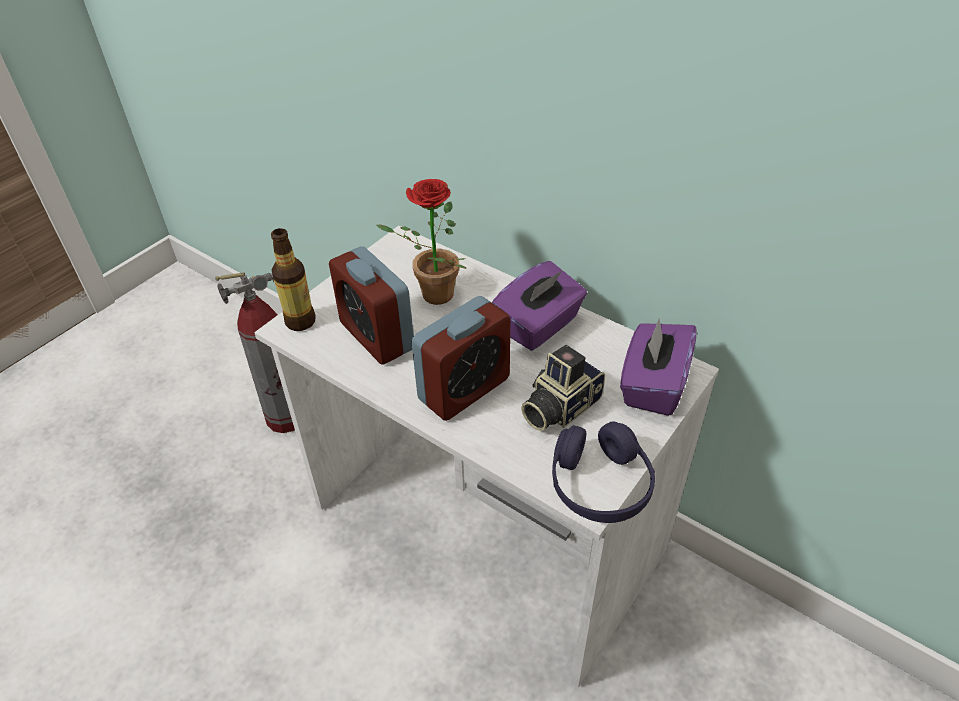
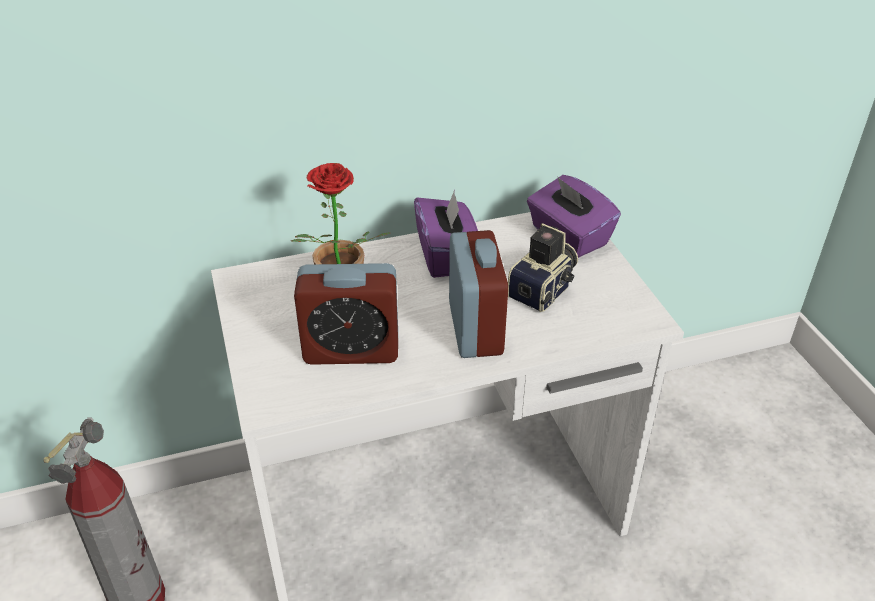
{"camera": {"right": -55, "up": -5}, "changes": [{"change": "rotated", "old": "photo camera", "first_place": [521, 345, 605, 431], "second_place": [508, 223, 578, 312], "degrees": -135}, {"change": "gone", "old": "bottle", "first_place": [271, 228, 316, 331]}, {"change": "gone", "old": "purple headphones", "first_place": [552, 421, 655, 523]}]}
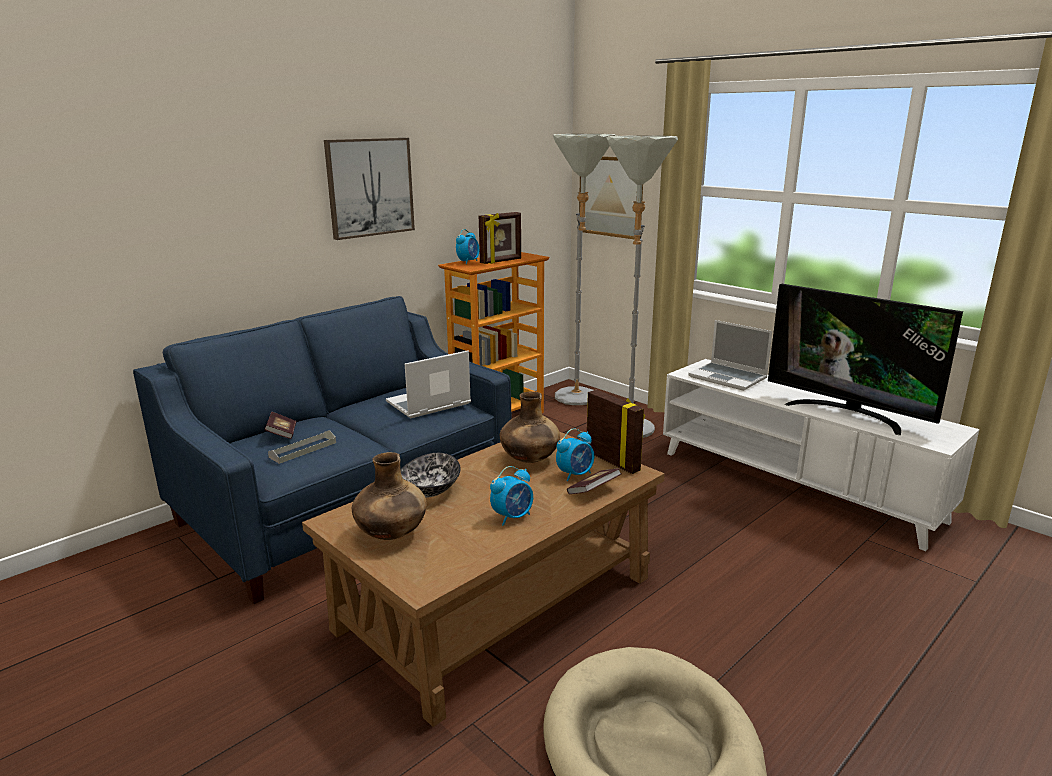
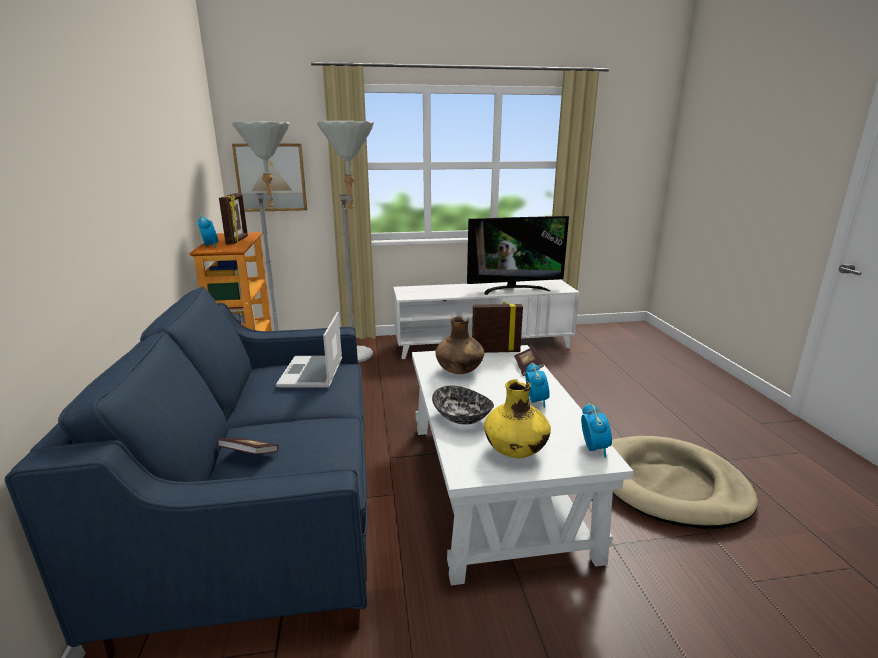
{"camera": {"right": -55, "up": 0}, "changes": [{"change": "repainted", "old": "brown coffee table", "new": "white coffee table", "first_place": [302, 431, 665, 727], "second_place": [412, 345, 633, 586]}, {"change": "repainted", "old": "brown vase", "new": "yellow vase", "first_place": [352, 452, 427, 540], "second_place": [484, 379, 551, 458]}, {"change": "shifted", "old": "alarm clock", "first_place": [556, 428, 594, 481], "second_place": [581, 403, 612, 458]}, {"change": "gone", "old": "grey tray", "first_place": [268, 430, 336, 464]}, {"change": "gone", "old": "picture", "first_place": [324, 138, 415, 240]}, {"change": "gone", "old": "laptop", "first_place": [688, 320, 772, 391]}]}
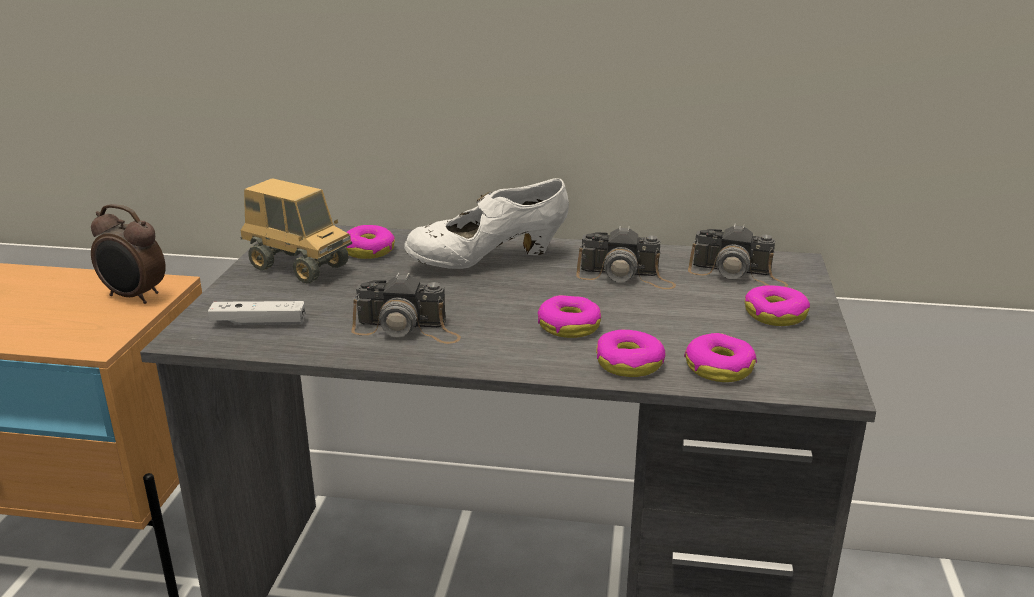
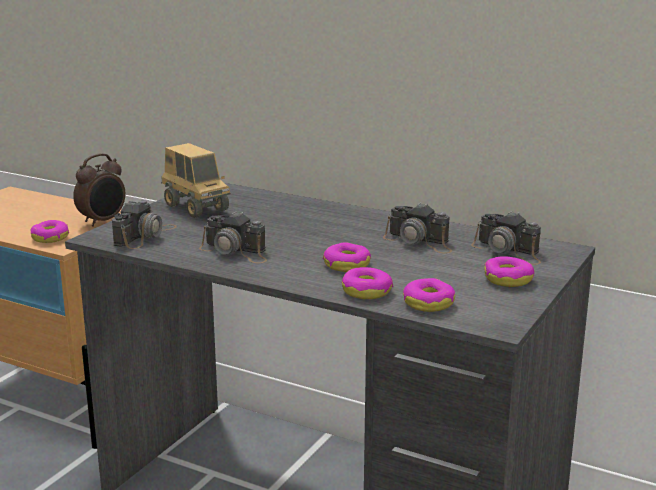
{"camera": {"right": 20, "up": -5}, "changes": [{"change": "shifted", "old": "donut", "first_place": [346, 225, 395, 259], "second_place": [31, 220, 69, 243]}, {"change": "rotated", "old": "alarm clock", "first_place": [91, 204, 166, 304], "second_place": [73, 153, 125, 227], "degrees": -90}, {"change": "swapped", "old": "white game controller", "new": "photo camera", "first_place": [208, 301, 305, 325], "second_place": [112, 200, 177, 249]}, {"change": "gone", "old": "white shoe", "first_place": [404, 178, 569, 269]}]}
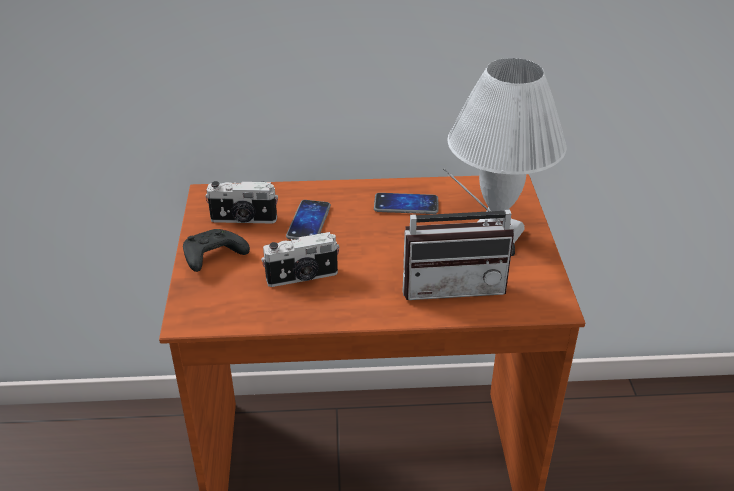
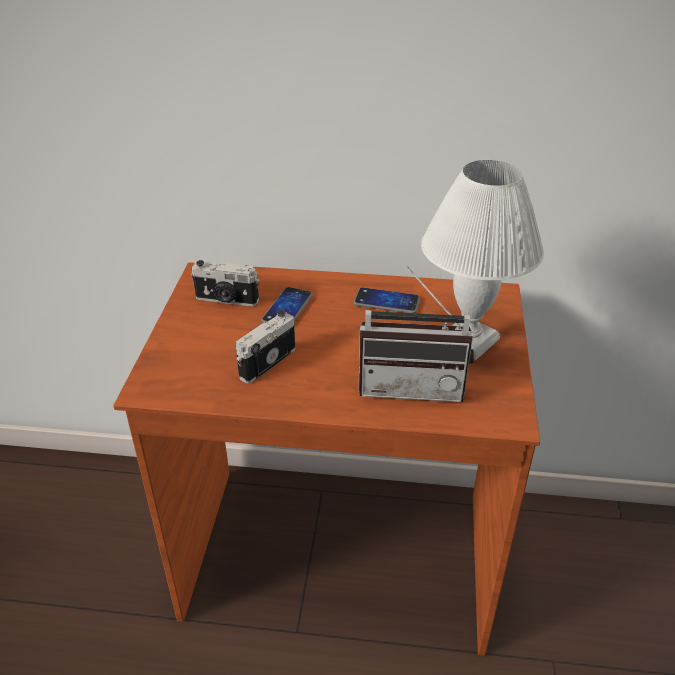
{"camera": {"right": 10, "up": 0}, "changes": [{"change": "rotated", "old": "photo camera", "first_place": [261, 232, 340, 287], "second_place": [236, 310, 295, 384], "degrees": 135}, {"change": "gone", "old": "black game controller", "first_place": [183, 229, 250, 272]}]}
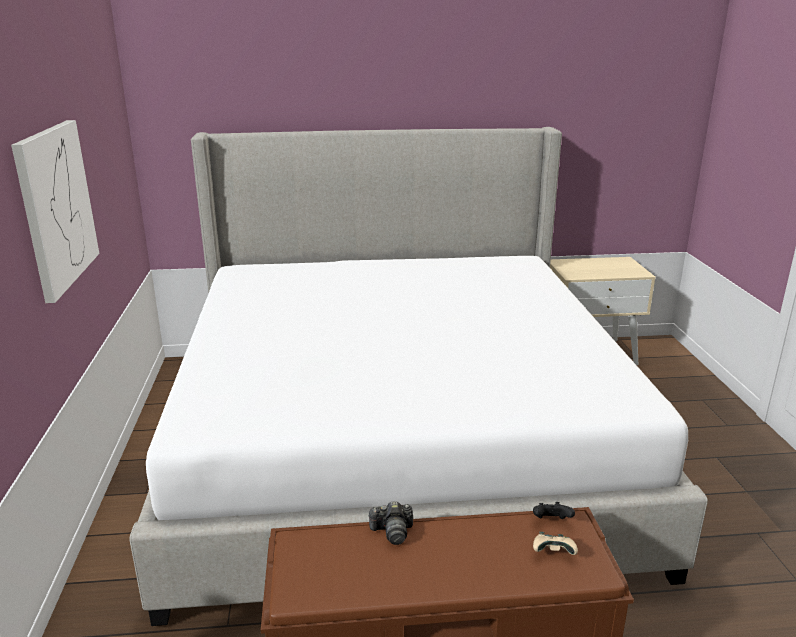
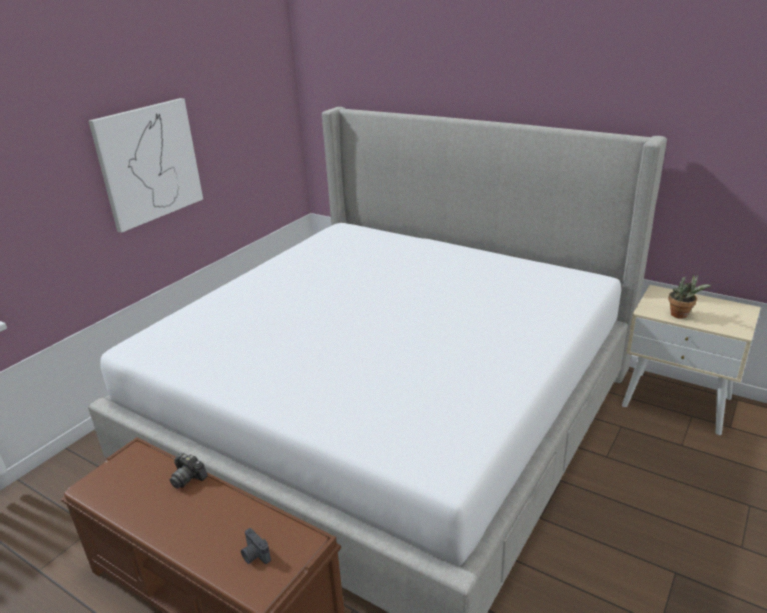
{"camera": {"right": 40, "up": 5}, "changes": [{"change": "swapped", "old": "beige game controller", "new": "photo camera", "first_place": [533, 532, 578, 555], "second_place": [241, 528, 271, 564]}, {"change": "new", "new": "potted plant", "second_place": [668, 274, 711, 319]}, {"change": "gone", "old": "black game controller", "first_place": [533, 502, 575, 519]}]}
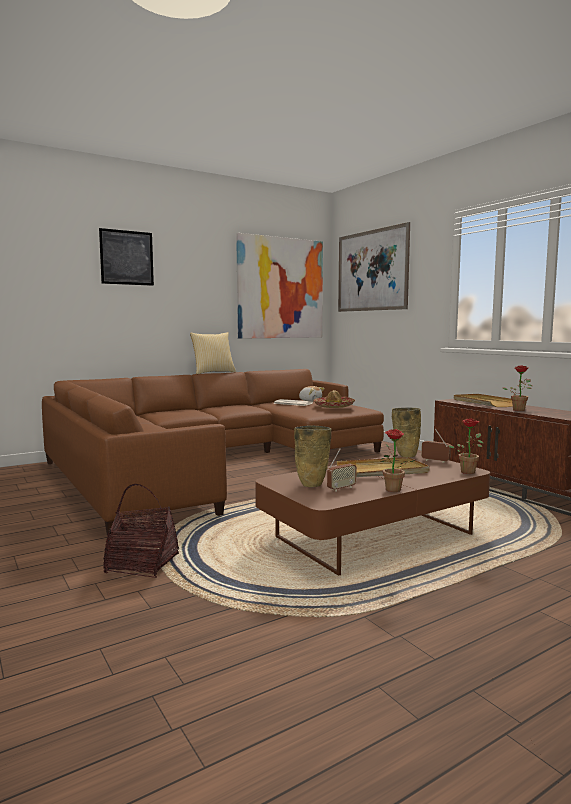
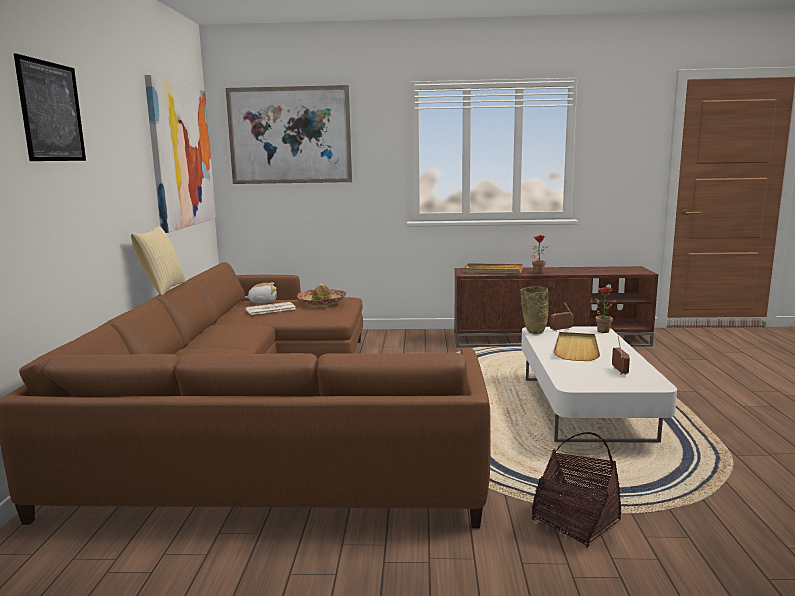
{"camera": {"right": -55, "up": 5}, "changes": [{"change": "repainted", "old": "brown coffee table", "new": "white coffee table", "first_place": [255, 453, 490, 576], "second_place": [521, 326, 677, 442]}, {"change": "gone", "old": "beige vase", "first_place": [294, 425, 332, 487]}, {"change": "gone", "old": "potted plant", "first_place": [380, 429, 415, 492]}]}
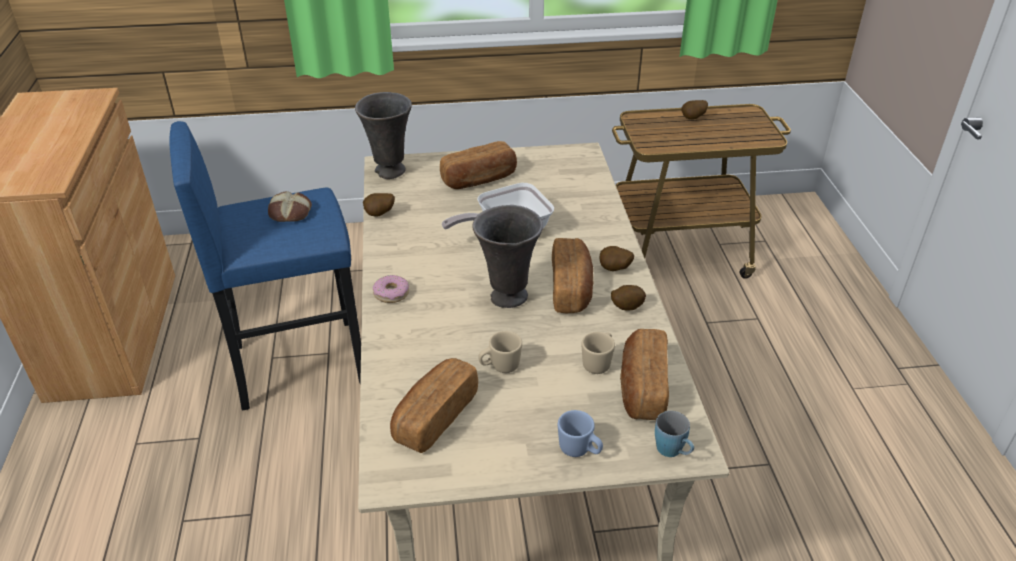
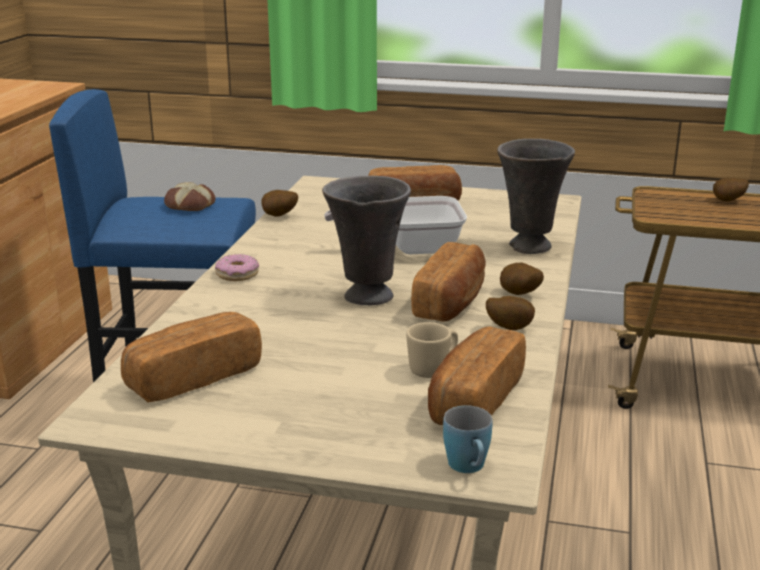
{"camera": {"right": 20, "up": -15}, "changes": [{"change": "shifted", "old": "grey vase", "first_place": [355, 92, 412, 179], "second_place": [497, 139, 575, 254]}, {"change": "gone", "old": "beige mug", "first_place": [478, 331, 522, 373]}, {"change": "gone", "old": "blue mug", "first_place": [558, 410, 603, 457]}]}
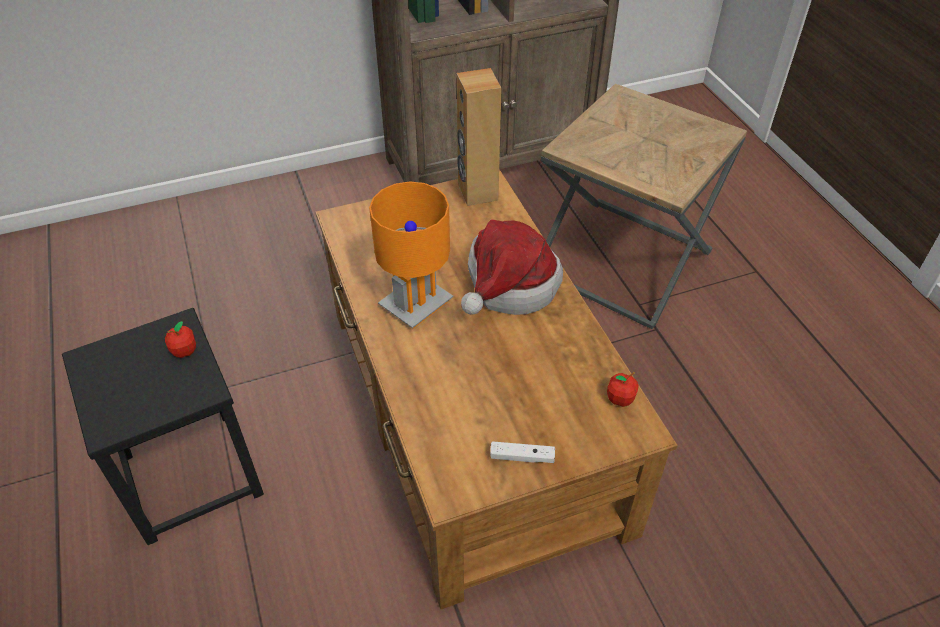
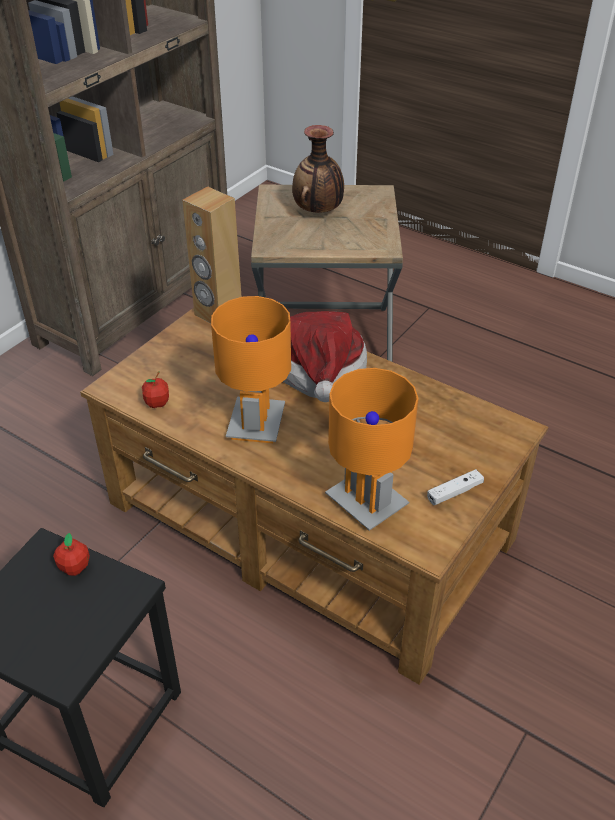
{"camera": {"right": -35, "up": -5}, "changes": [{"change": "shifted", "old": "apple", "first_place": [607, 372, 639, 407], "second_place": [142, 372, 169, 408]}, {"change": "new", "new": "vase", "second_place": [292, 125, 344, 213]}, {"change": "new", "new": "orange table lamp", "second_place": [325, 368, 419, 531]}]}
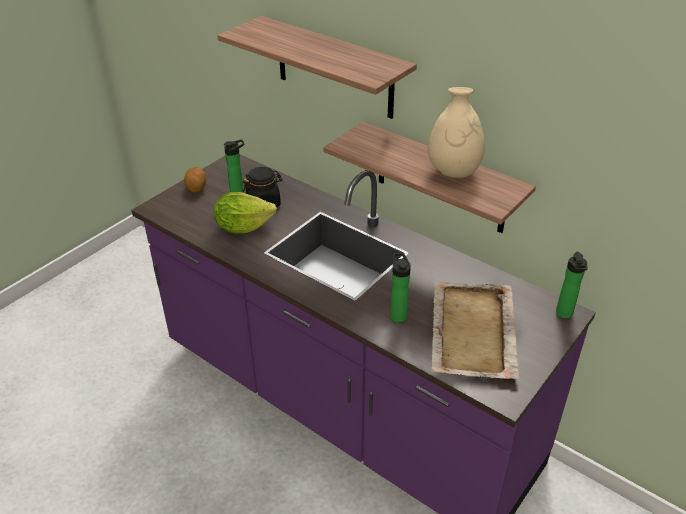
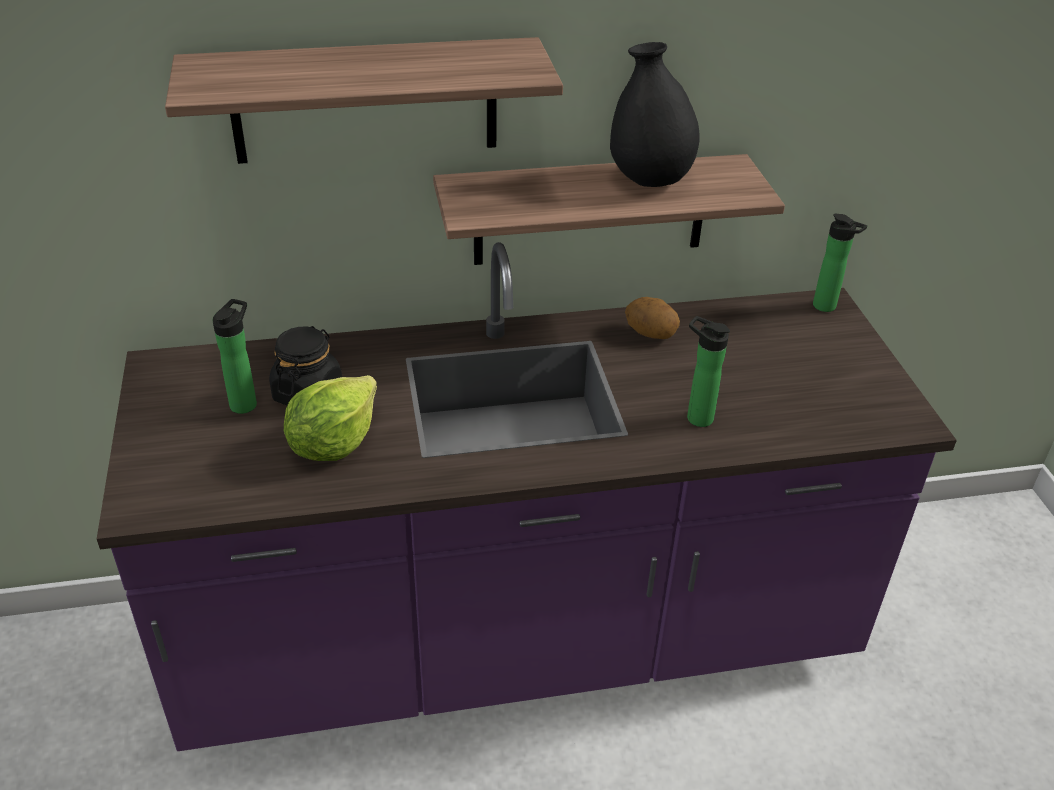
{"camera": {"right": -50, "up": 0}, "changes": [{"change": "repainted", "old": "beige vase", "new": "black vase", "first_place": [427, 87, 485, 178], "second_place": [610, 42, 700, 187]}, {"change": "shifted", "old": "potato", "first_place": [184, 167, 207, 192], "second_place": [625, 297, 680, 339]}, {"change": "gone", "old": "beige tray", "first_place": [432, 281, 519, 379]}]}
